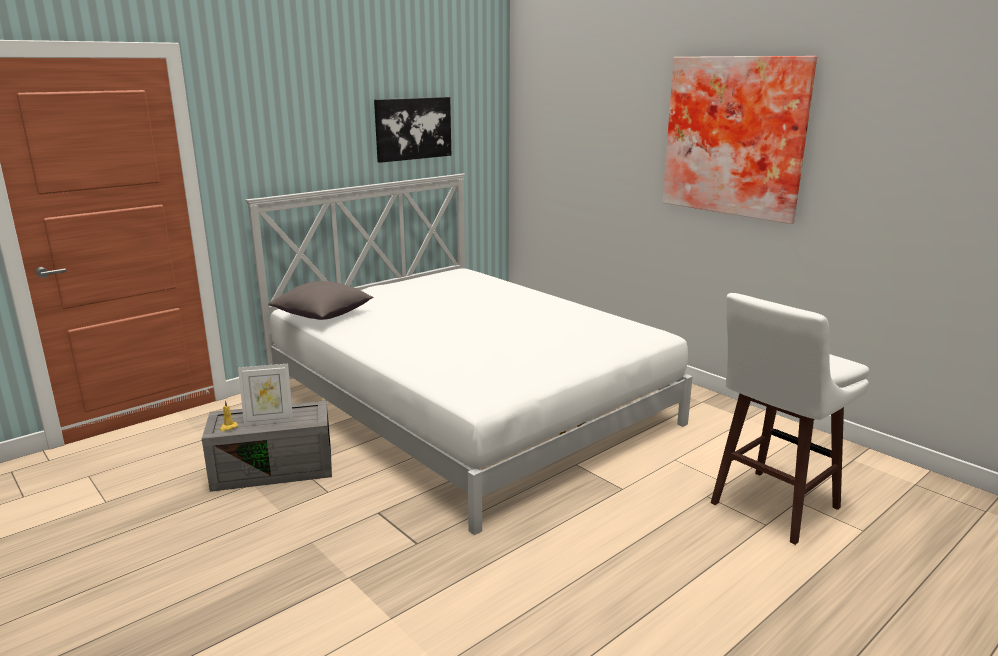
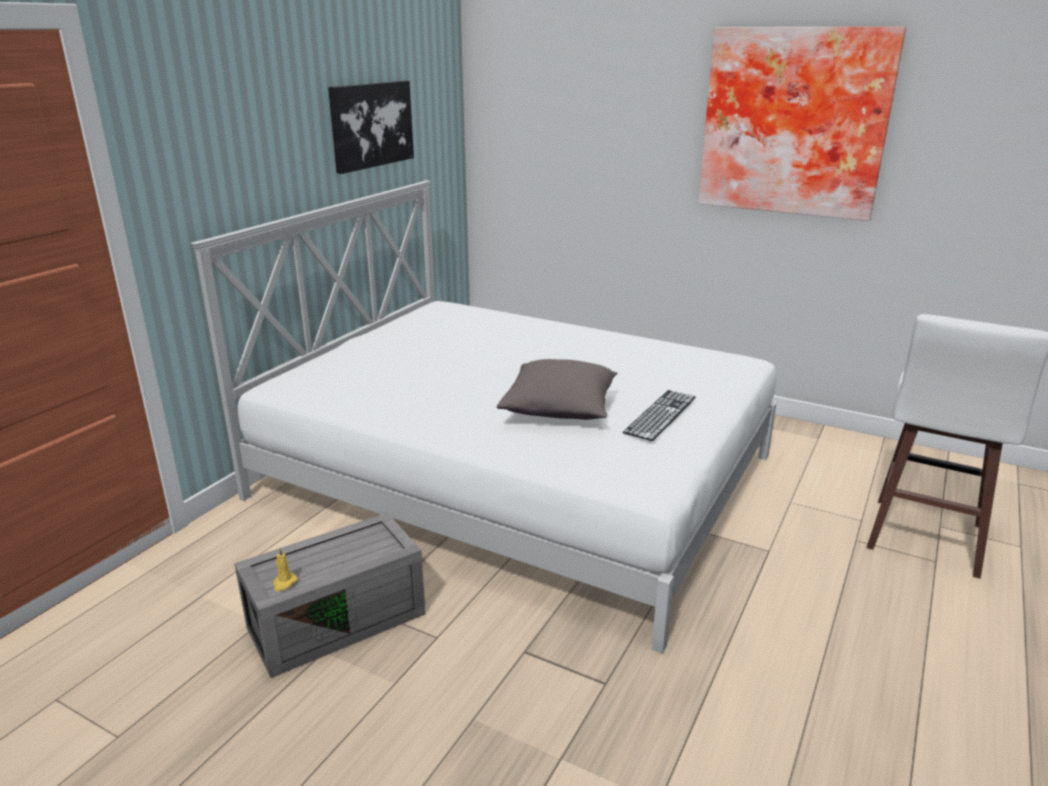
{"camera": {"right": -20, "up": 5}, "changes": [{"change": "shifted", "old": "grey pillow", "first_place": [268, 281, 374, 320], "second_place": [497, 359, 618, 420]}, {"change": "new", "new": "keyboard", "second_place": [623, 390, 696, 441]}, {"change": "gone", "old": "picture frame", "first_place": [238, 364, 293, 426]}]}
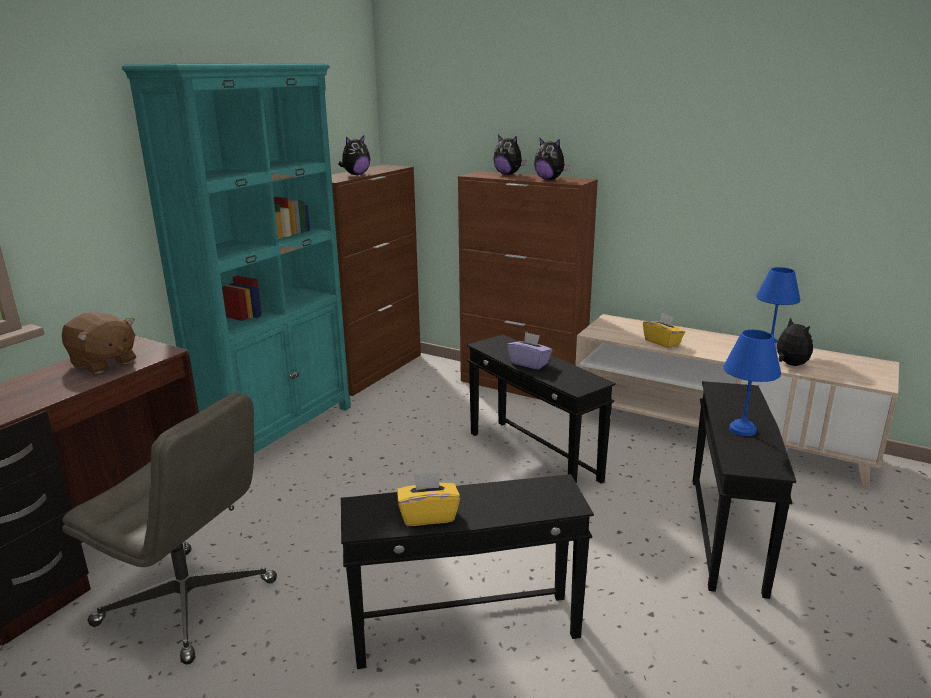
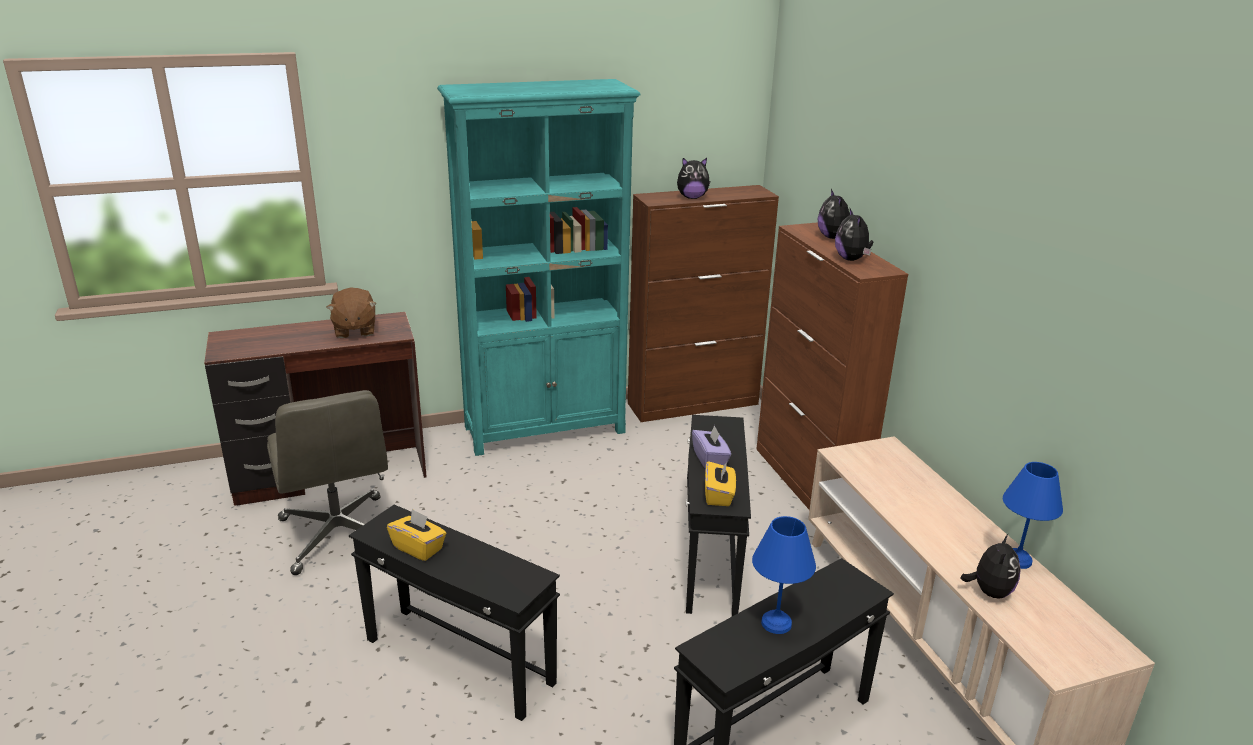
{"camera": {"right": 40, "up": 5}, "changes": [{"change": "shifted", "old": "yellow tissue box", "first_place": [643, 313, 685, 348], "second_place": [705, 461, 736, 506]}]}
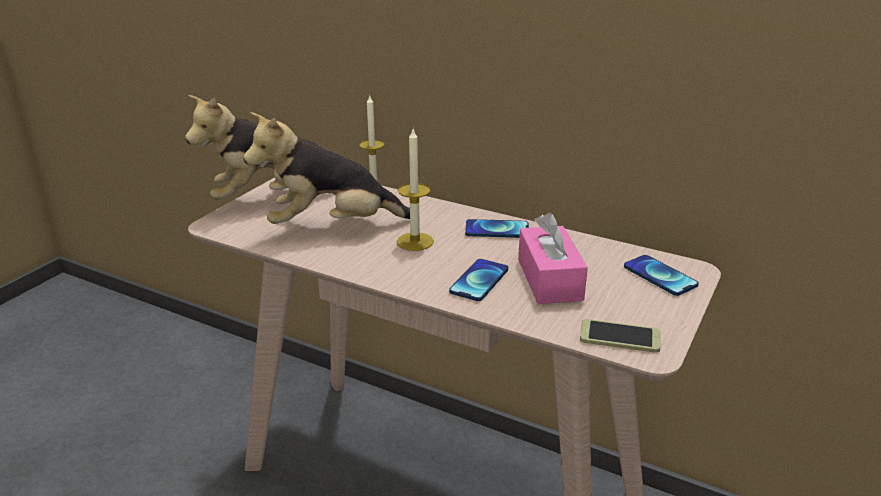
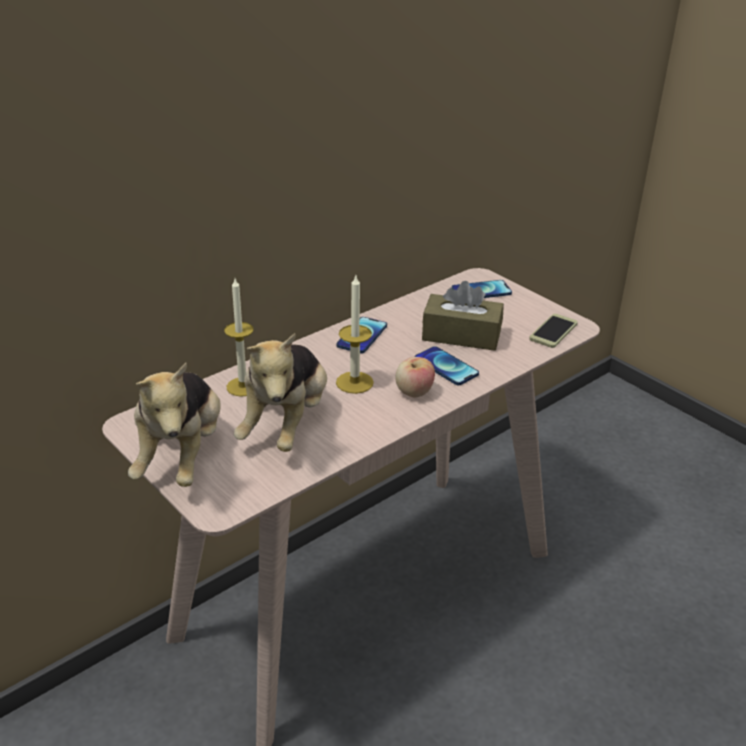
{"camera": {"right": -70, "up": 5}, "changes": [{"change": "new", "new": "apple", "second_place": [395, 357, 435, 397]}, {"change": "repainted", "old": "pink tissue box", "new": "brown tissue box", "first_place": [518, 213, 588, 304], "second_place": [422, 281, 504, 351]}]}
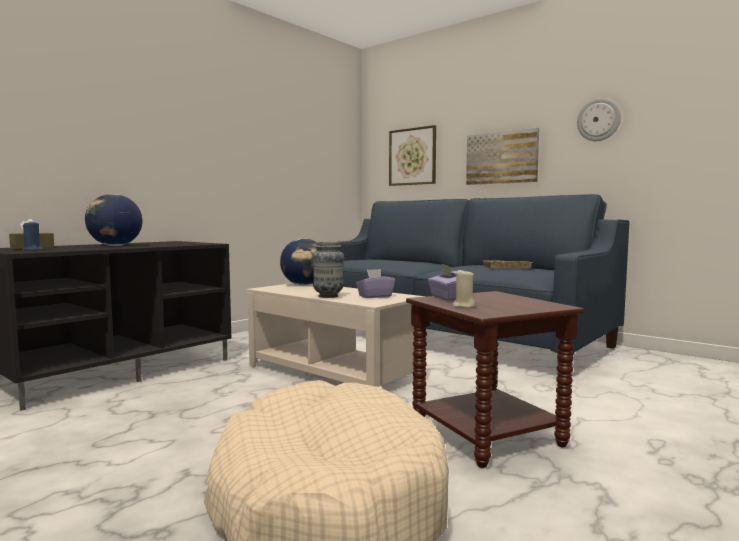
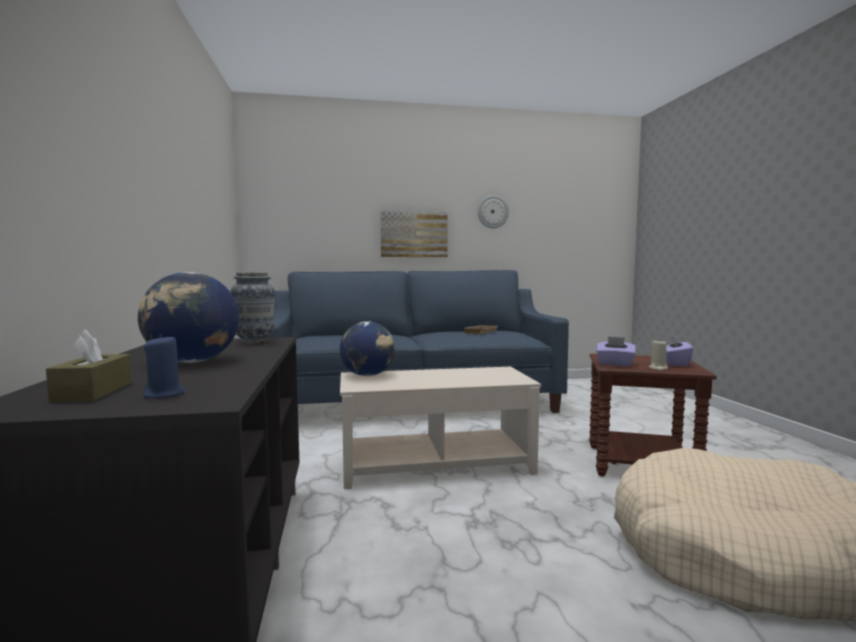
{"camera": {"right": -50, "up": 0}, "changes": [{"change": "shifted", "old": "vase", "first_place": [312, 242, 344, 298], "second_place": [230, 272, 275, 344]}, {"change": "shifted", "old": "purple tissue box", "first_place": [356, 269, 395, 298], "second_place": [666, 336, 693, 366]}, {"change": "gone", "old": "picture", "first_place": [389, 125, 436, 186]}]}
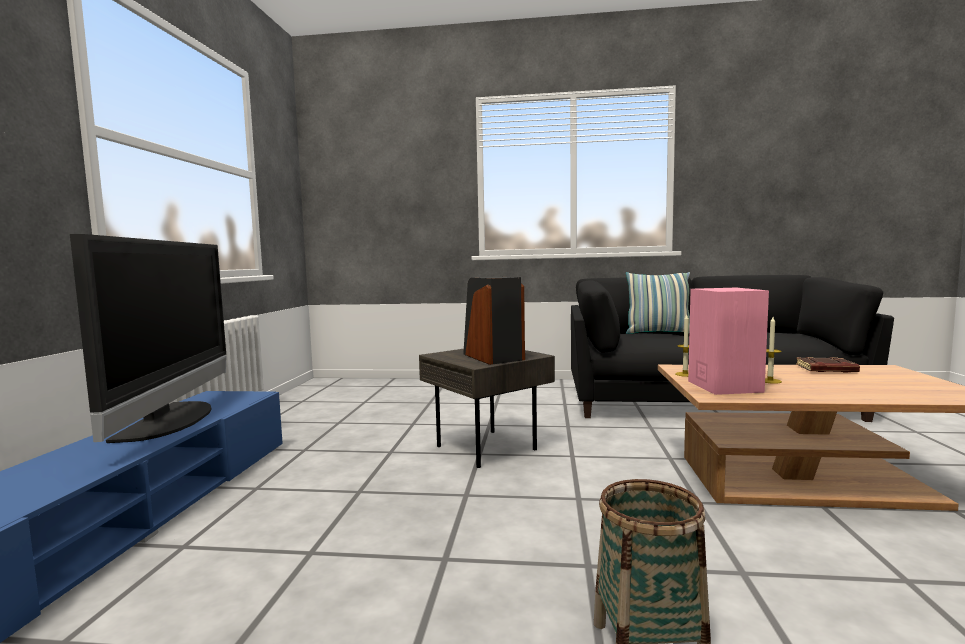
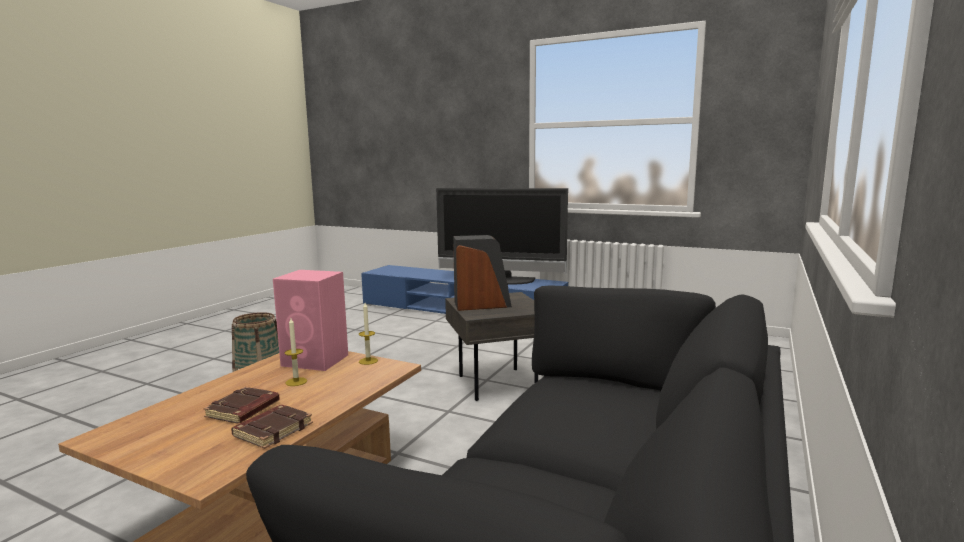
{"camera": {"right": 110, "up": 5}, "changes": [{"change": "new", "new": "brown book", "second_place": [203, 387, 280, 424]}, {"change": "gone", "old": "pillow", "first_place": [626, 272, 690, 334]}]}
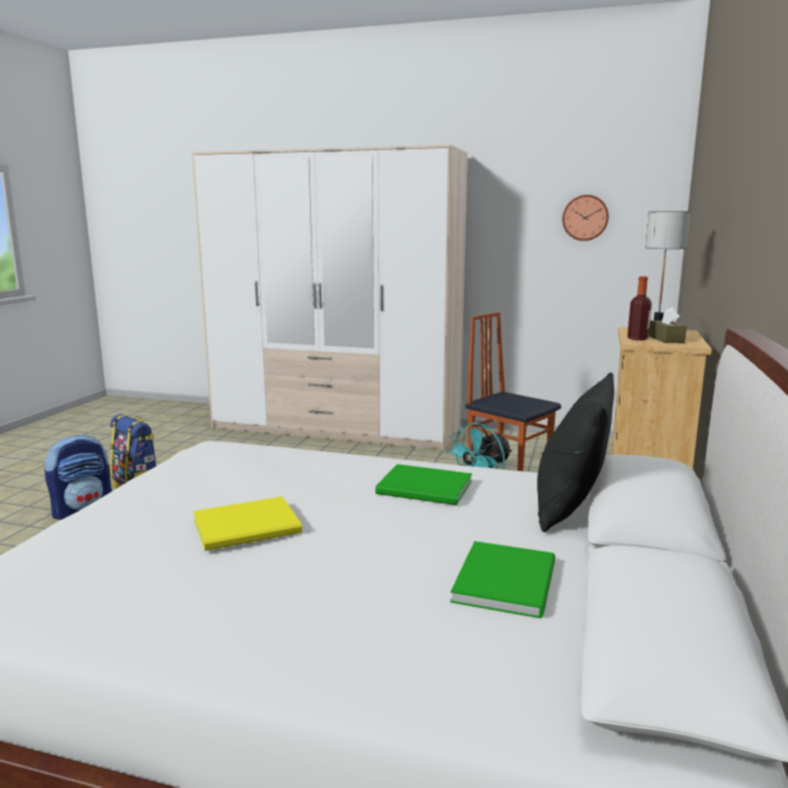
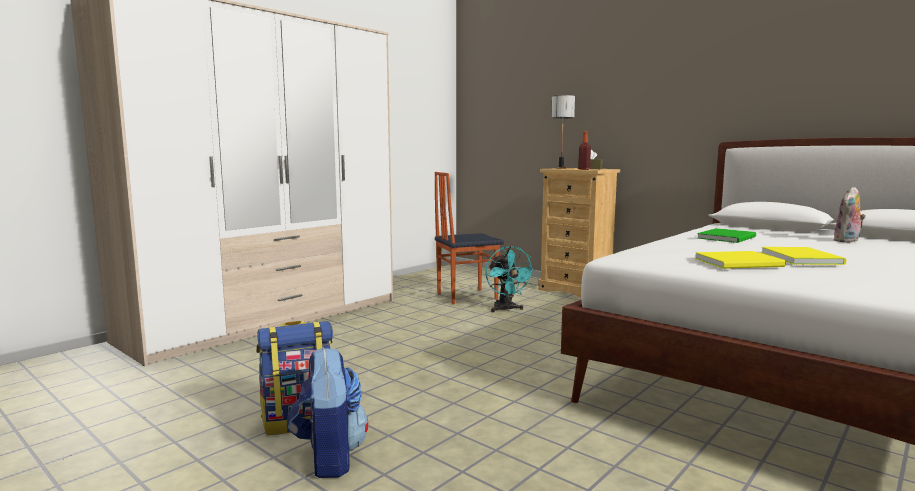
{"camera": {"right": -65, "up": -5}, "changes": [{"change": "new", "new": "yellow book", "second_place": [695, 251, 786, 269]}, {"change": "swapped", "old": "green book", "new": "plush toy", "first_place": [450, 541, 555, 618], "second_place": [833, 187, 866, 242]}, {"change": "gone", "old": "black pillow", "first_place": [537, 373, 614, 532]}, {"change": "gone", "old": "wall clock", "first_place": [562, 195, 609, 241]}]}
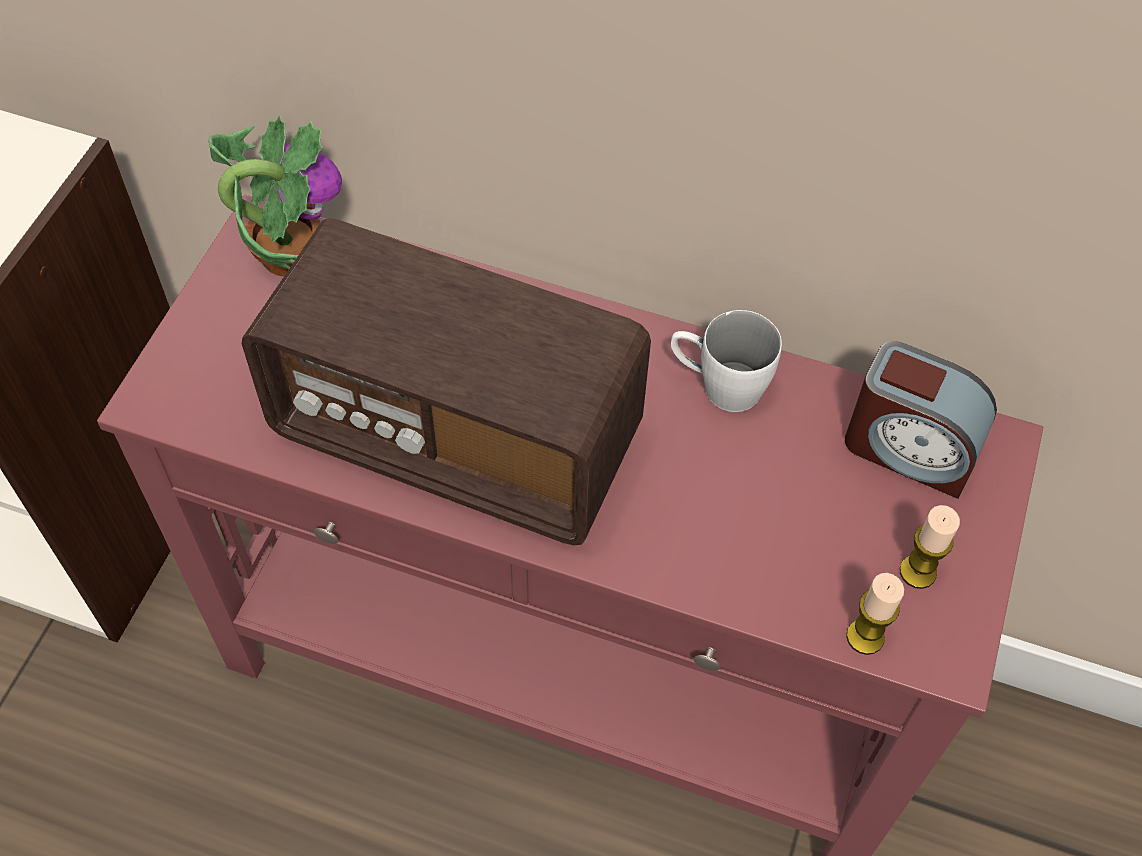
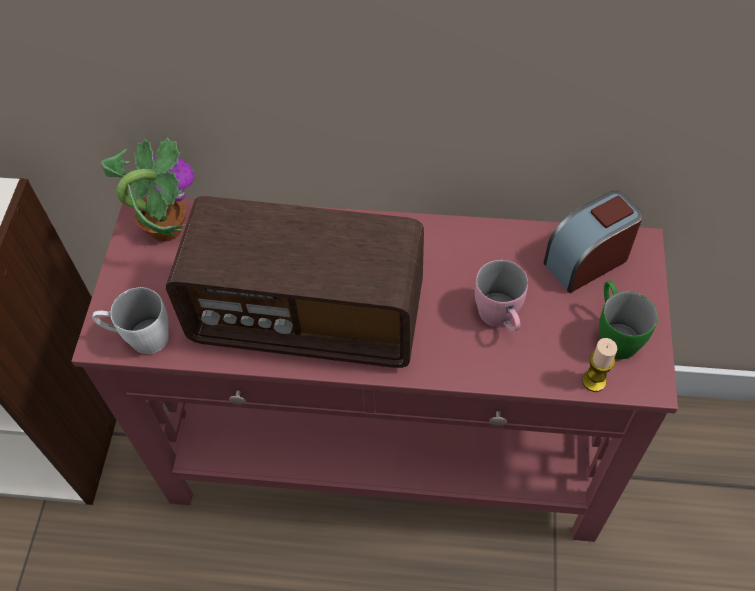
{"camera": {"right": -10, "up": 0}, "changes": [{"change": "shifted", "old": "white mug", "first_place": [671, 310, 782, 412], "second_place": [92, 287, 169, 354]}, {"change": "new", "new": "pink mug", "second_place": [475, 260, 528, 331]}, {"change": "rotated", "old": "alarm clock", "first_place": [845, 341, 997, 499], "second_place": [544, 191, 643, 293], "degrees": 135}, {"change": "swapped", "old": "candle", "new": "green mug", "first_place": [900, 505, 960, 589], "second_place": [599, 281, 657, 359]}]}
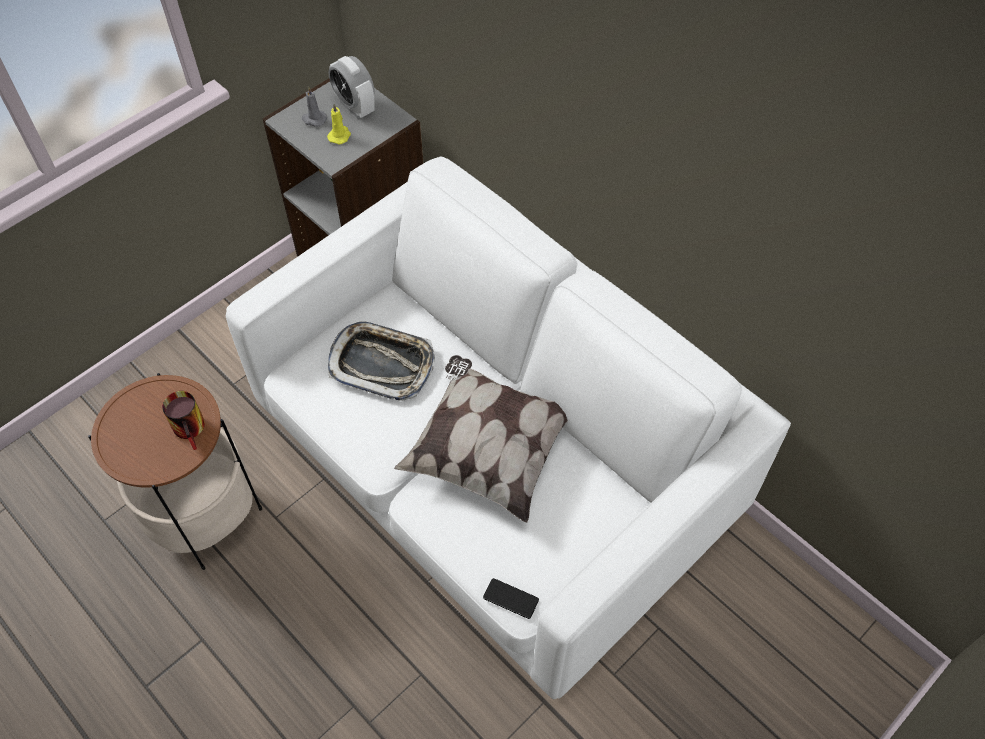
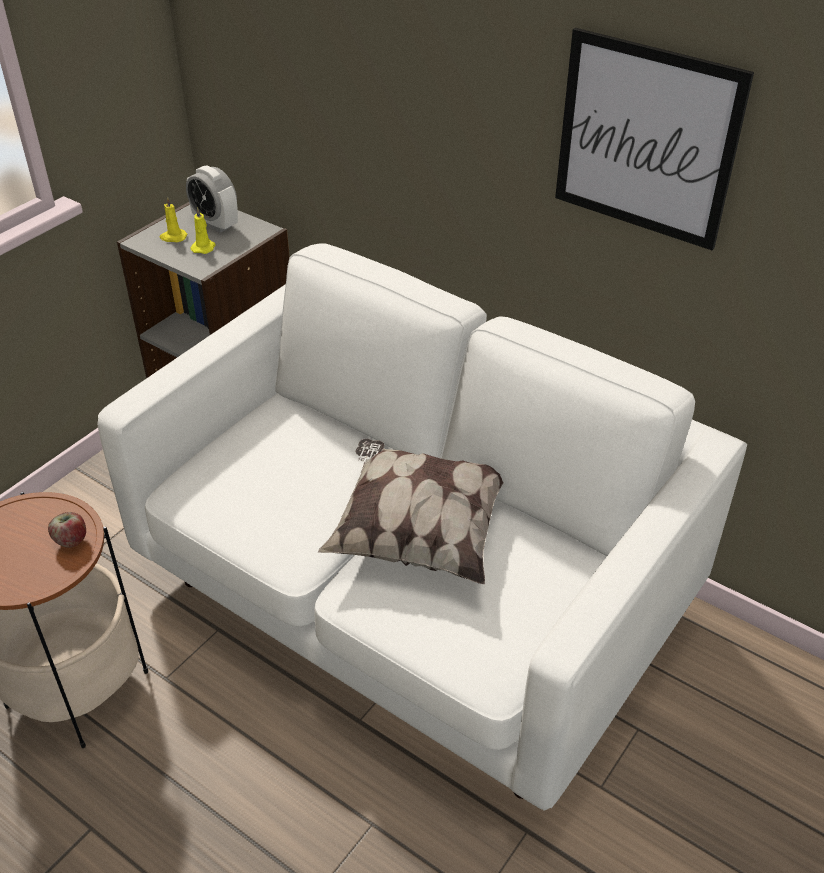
{"camera": {"right": -10, "up": -15}, "changes": [{"change": "swapped", "old": "mug", "new": "apple", "first_place": [162, 391, 205, 450], "second_place": [48, 512, 86, 548]}, {"change": "repainted", "old": "grey candle", "new": "yellow candle", "first_place": [302, 87, 327, 127], "second_place": [160, 197, 188, 242]}, {"change": "new", "new": "picture", "second_place": [555, 28, 754, 250]}, {"change": "gone", "old": "tray", "first_place": [328, 321, 435, 401]}, {"change": "gone", "old": "phone", "first_place": [483, 578, 539, 619]}]}
